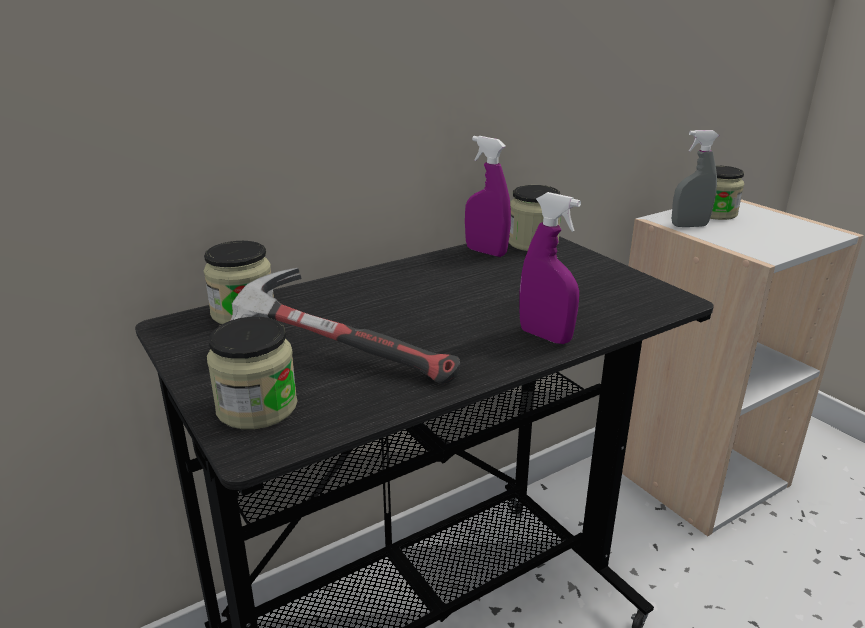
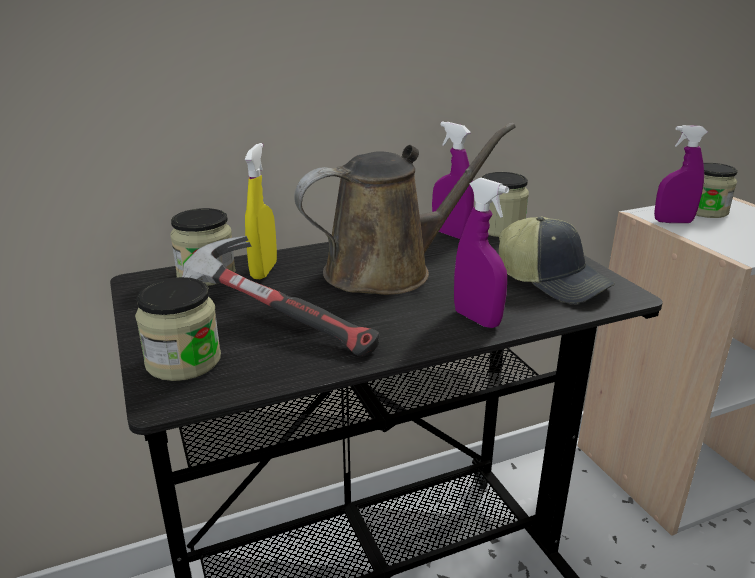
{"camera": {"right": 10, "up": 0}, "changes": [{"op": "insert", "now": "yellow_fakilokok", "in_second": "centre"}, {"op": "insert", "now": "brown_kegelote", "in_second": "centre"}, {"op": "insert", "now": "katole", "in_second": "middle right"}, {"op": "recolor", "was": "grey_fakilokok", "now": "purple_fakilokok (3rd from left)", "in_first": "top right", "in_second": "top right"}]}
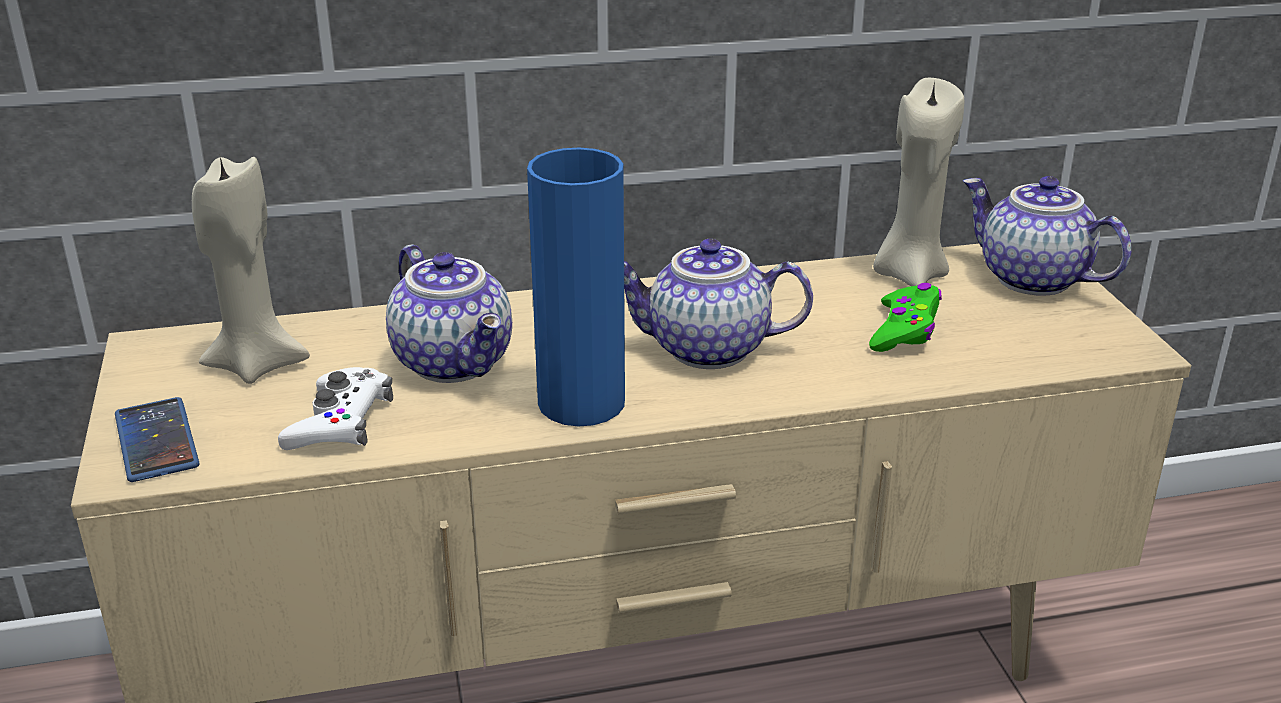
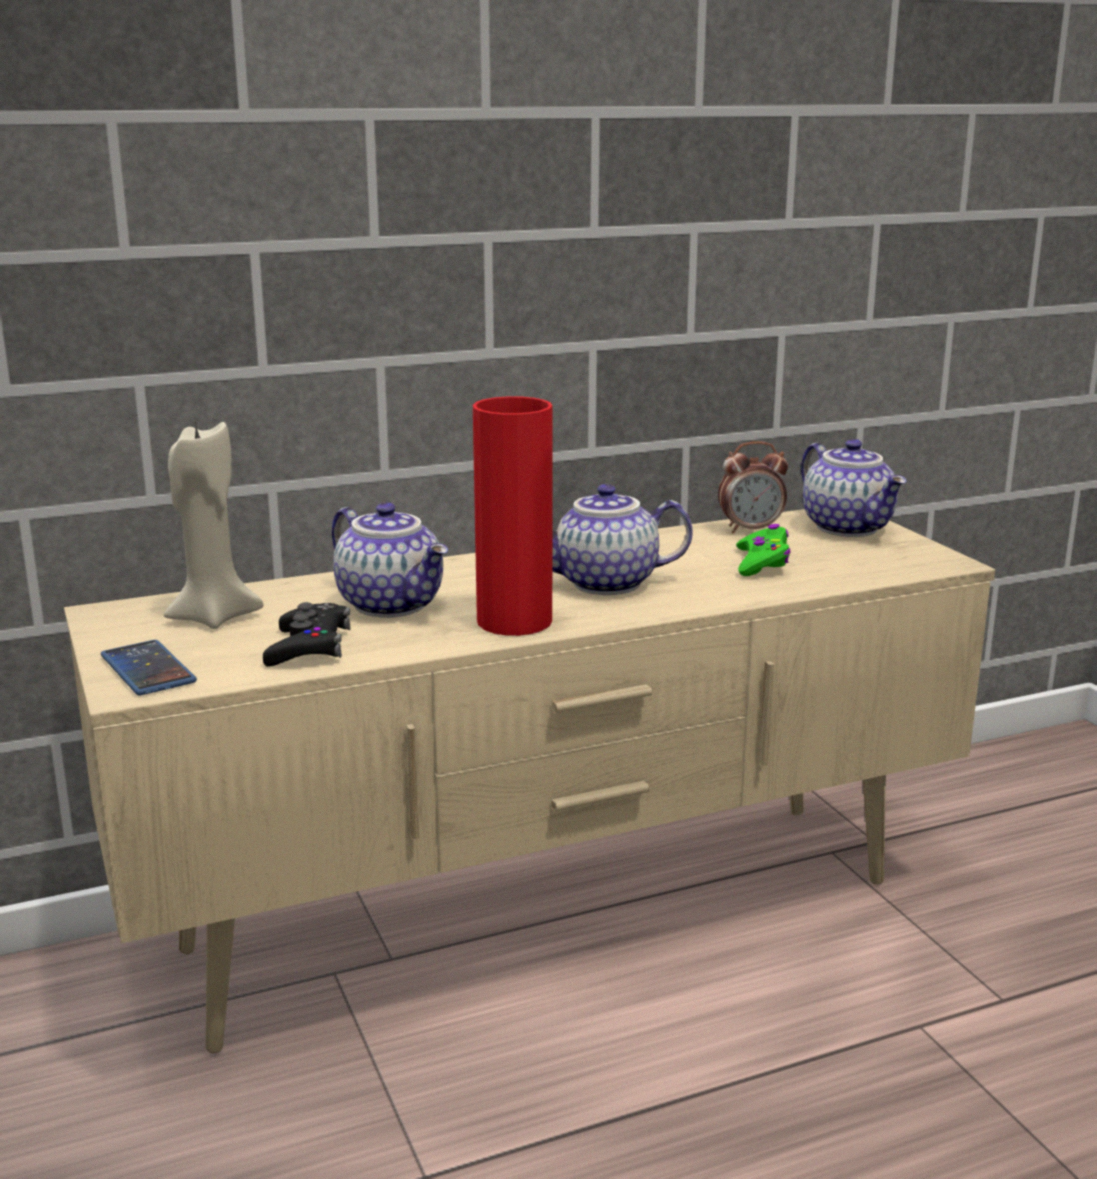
{"camera": {"right": -10, "up": -10}, "changes": [{"op": "replace", "was": "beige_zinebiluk (2nd from left)", "now": "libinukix", "in_first": "top right", "in_second": "middle right"}, {"op": "recolor", "was": "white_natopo", "now": "black_natopo", "in_first": "middle left", "in_second": "middle left"}, {"op": "recolor", "was": "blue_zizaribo", "now": "red_zizaribo", "in_first": "centre", "in_second": "centre"}, {"op": "rotate", "was": "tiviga (3rd from left)", "in_first": "middle right", "in_second": "middle right", "clockwise": -150}]}
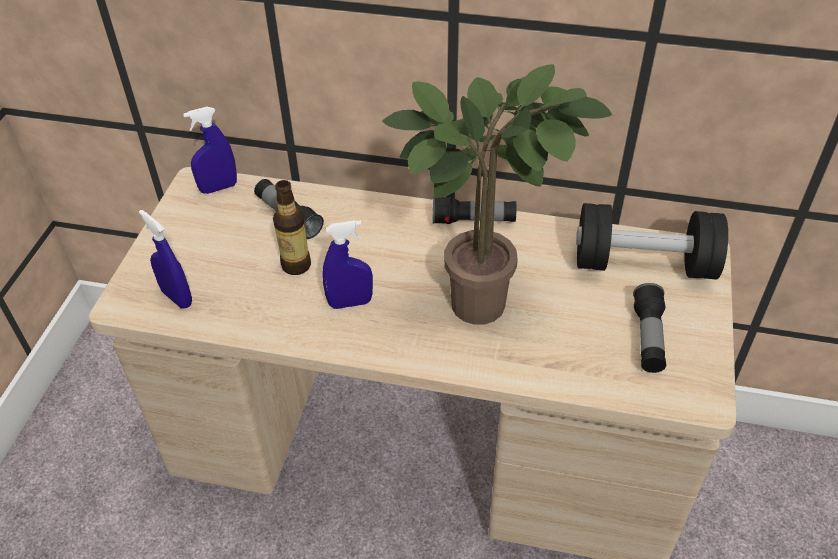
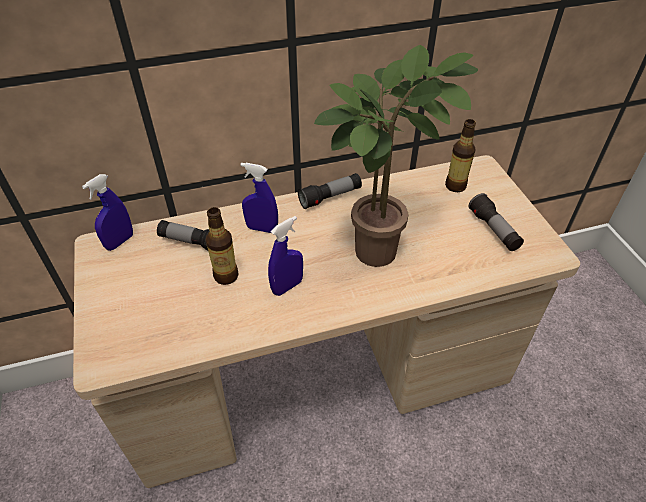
{"camera": {"right": -30, "up": 0}, "changes": [{"op": "move", "was": "blue_fakilokok (1st from left in the first image)", "now": "blue_fakilokok (2nd from left)", "in_first": "middle left", "in_second": "centre"}, {"op": "replace", "was": "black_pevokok", "now": "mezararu (2nd from left)", "in_first": "middle right", "in_second": "top right"}]}
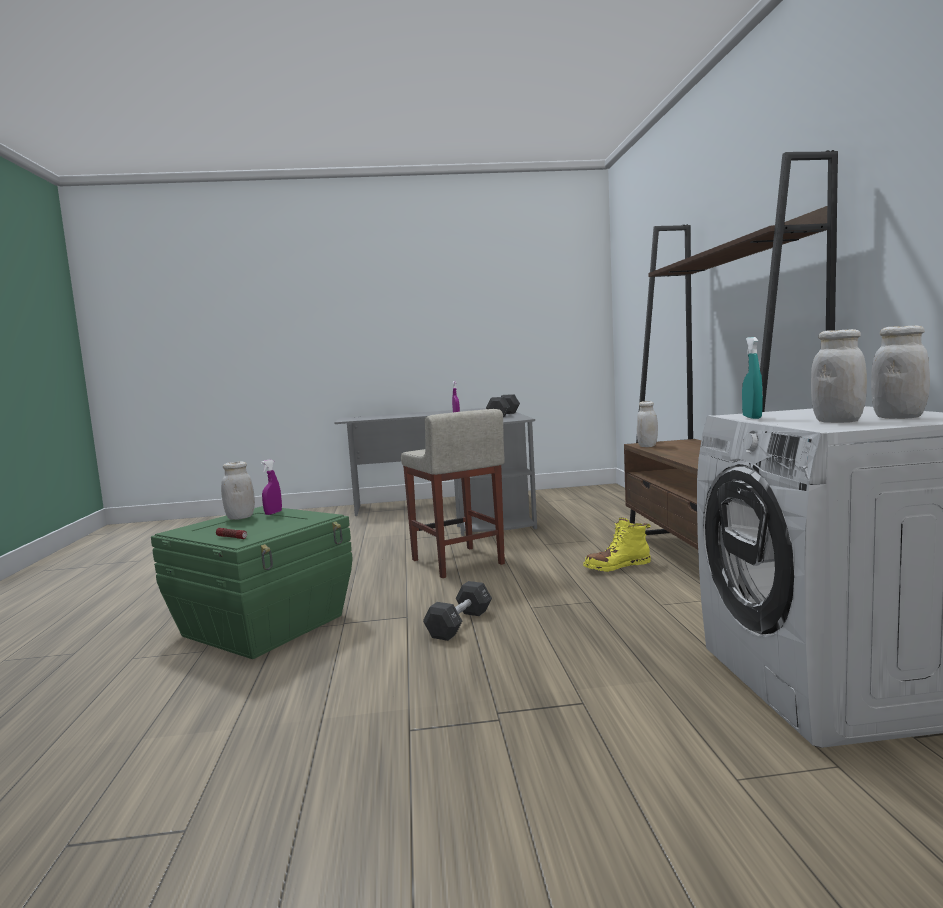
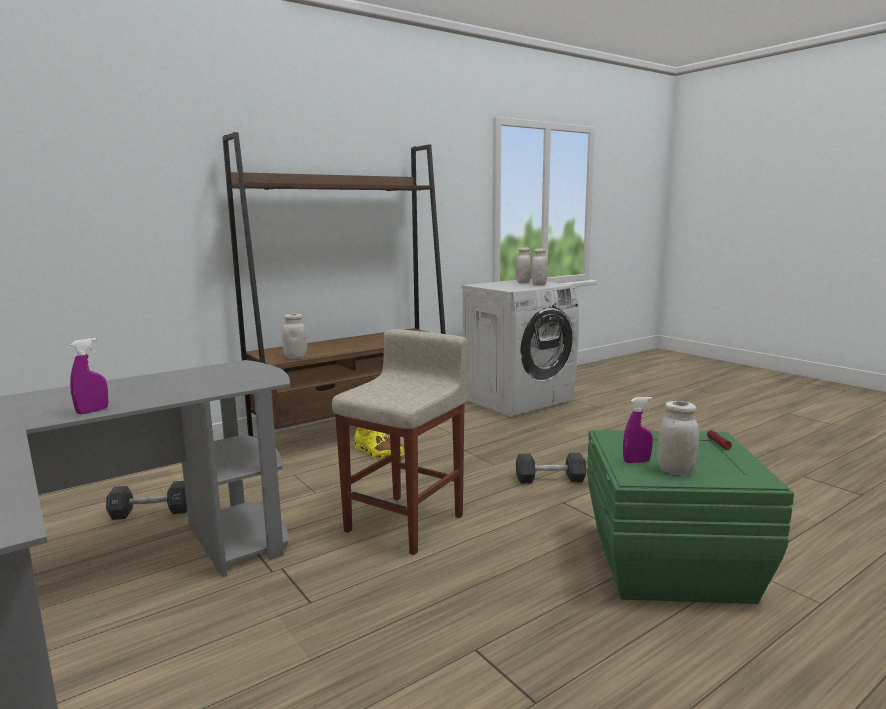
{"camera": {"right": -120, "up": 5}, "changes": [{"op": "delete", "was": "turquoise_fakilokok", "in_first": "middle right"}, {"op": "move", "was": "black_pevokok (2nd from left in the first image)", "now": "black_pevokok (1st from left)", "in_first": "centre", "in_second": "bottom left"}]}
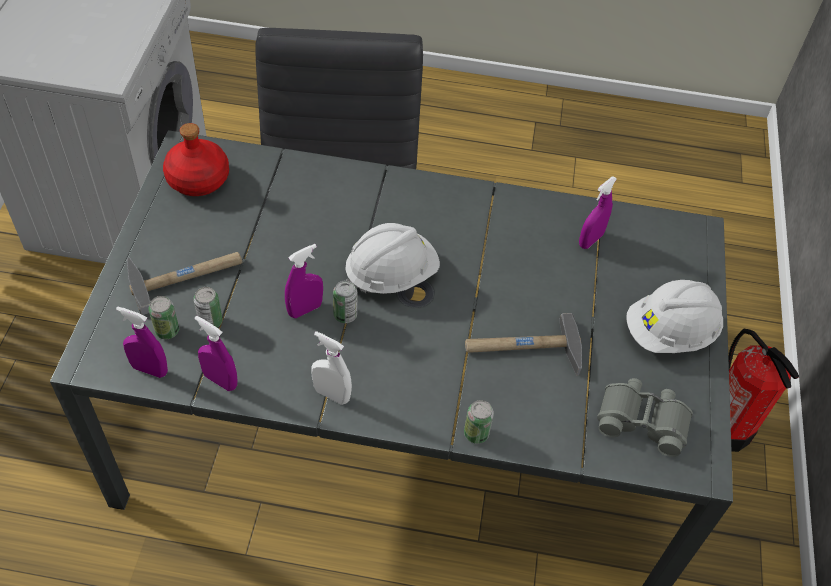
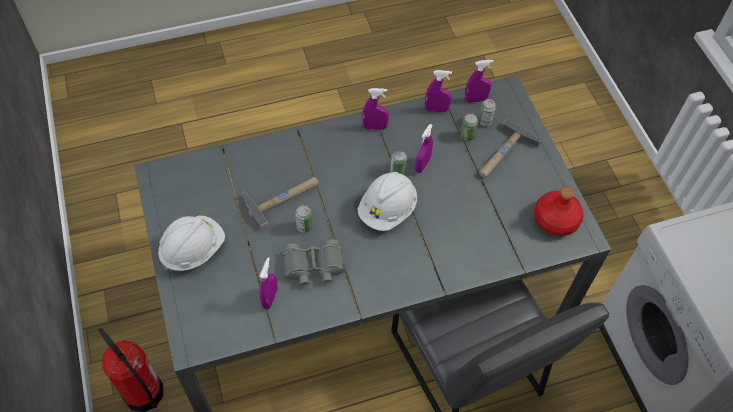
{"camera": {"right": 155, "up": 5}, "changes": [{"op": "move", "was": "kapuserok (4th from left in the first image)", "now": "kapuserok (1st from left)", "in_first": "bottom centre", "in_second": "centre"}, {"op": "move", "was": "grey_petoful", "in_first": "bottom right", "in_second": "centre"}, {"op": "recolor", "was": "white_fakilokok", "now": "purple_fakilokok (2nd from left)", "in_first": "centre", "in_second": "top centre"}]}
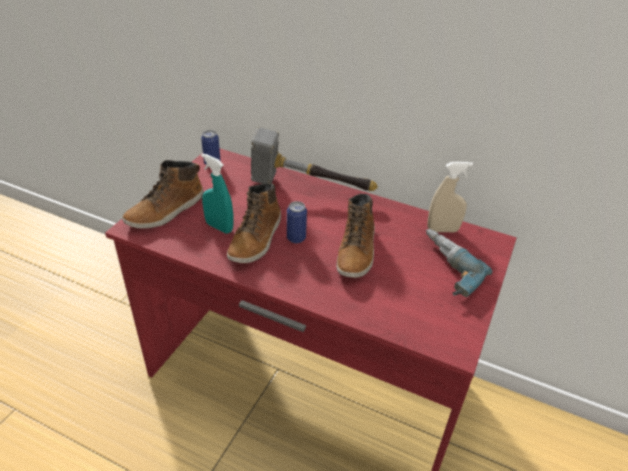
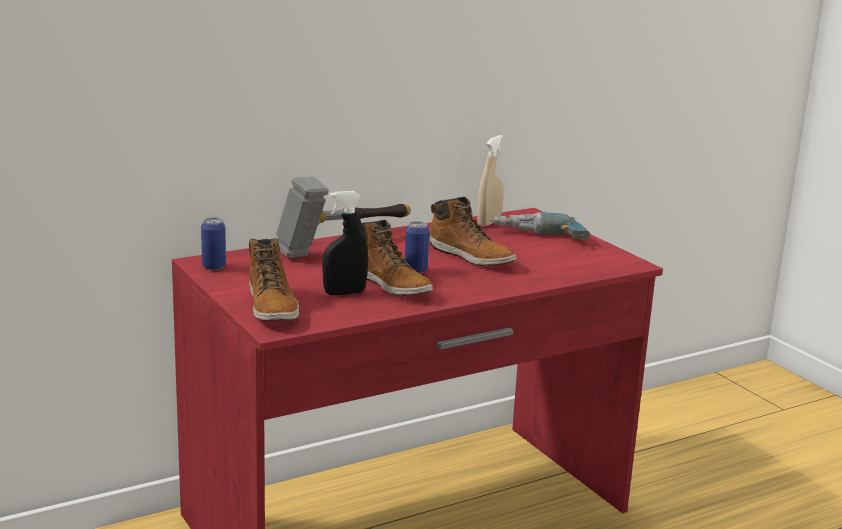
{"camera": {"right": -55, "up": -20}, "changes": [{"op": "recolor", "was": "turquoise_fakilokok", "now": "black_fakilokok", "in_first": "centre", "in_second": "centre"}]}
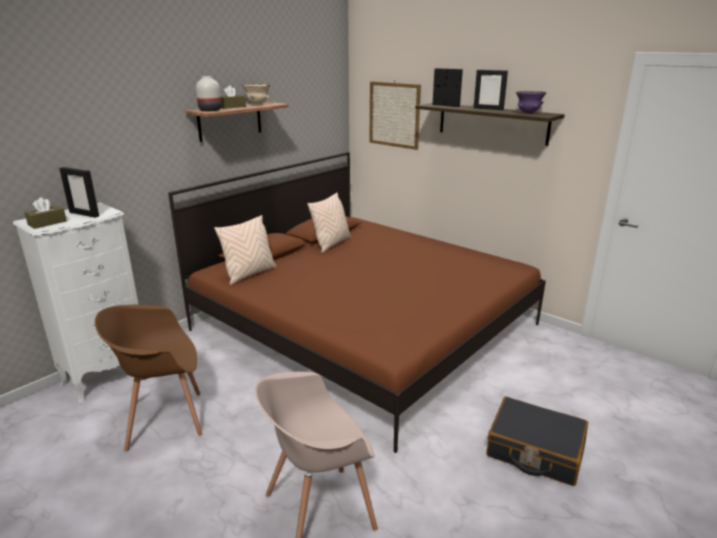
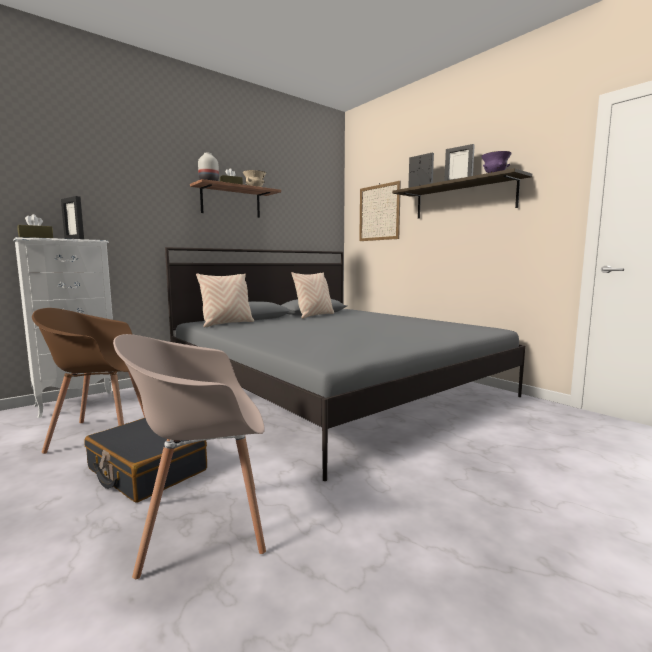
{"camera": {"right": 10, "up": -15}, "changes": [{"op": "move", "was": "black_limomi", "in_first": "bottom right", "in_second": "bottom left"}, {"op": "recolor", "was": "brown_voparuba", "now": "grey_voparuba", "in_first": "centre", "in_second": "centre"}]}
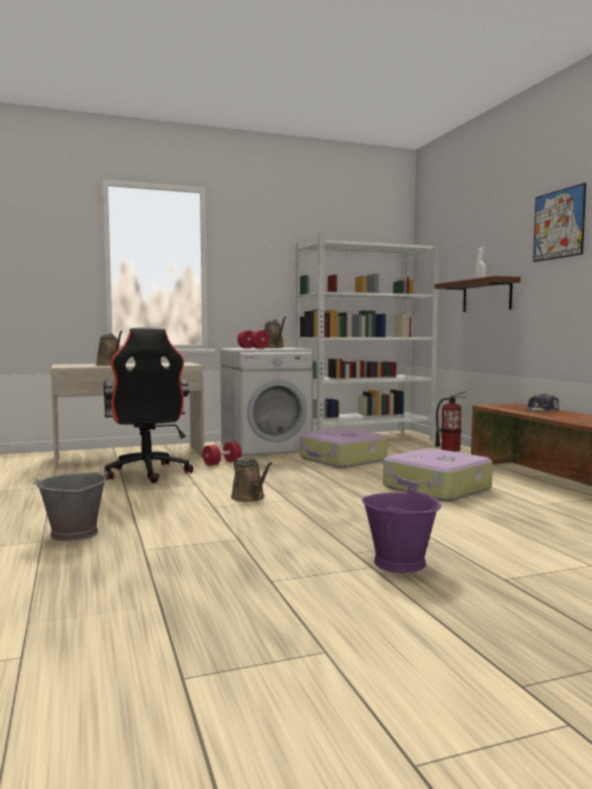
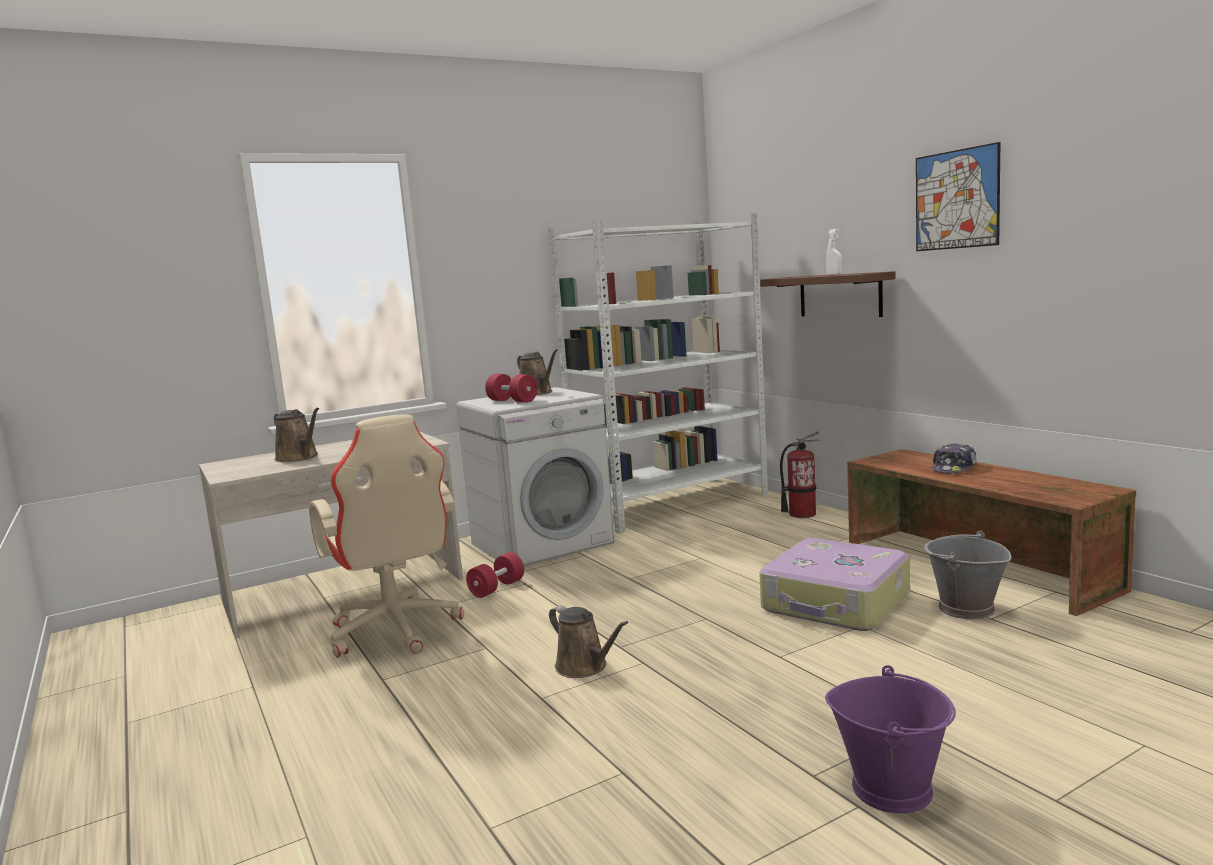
{"camera": {"right": -10, "up": 5}, "changes": [{"op": "delete", "was": "limomi (1st from left)", "in_first": "centre"}, {"op": "move", "was": "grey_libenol", "in_first": "middle left", "in_second": "middle right"}, {"op": "recolor", "was": "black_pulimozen", "now": "beige_pulimozen", "in_first": "middle left", "in_second": "middle left"}]}
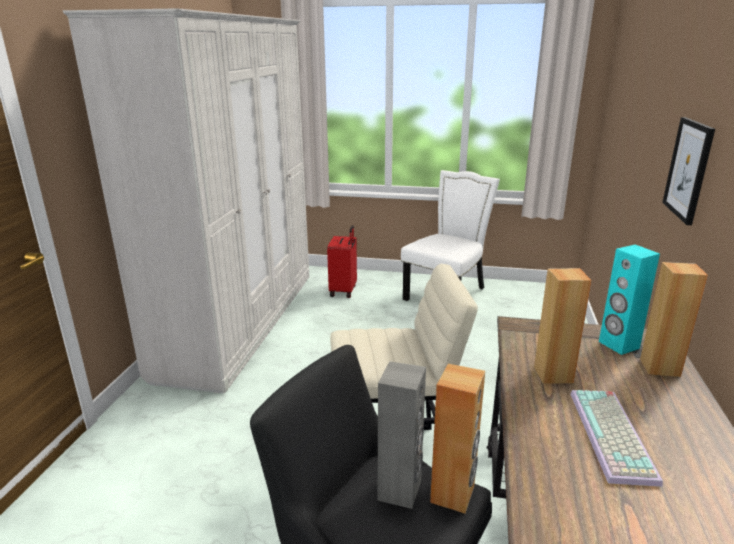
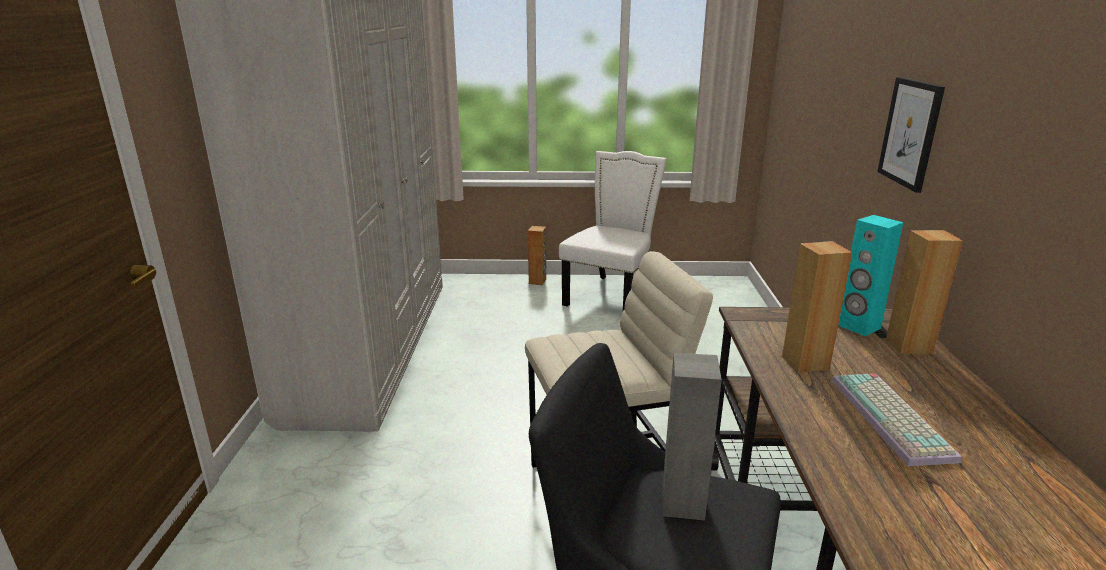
{"camera": {"right": -10, "up": 0}, "changes": [{"op": "delete", "was": "red_limomi", "in_first": "centre"}, {"op": "move", "was": "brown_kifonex (1st from left)", "in_first": "bottom centre", "in_second": "centre"}]}
